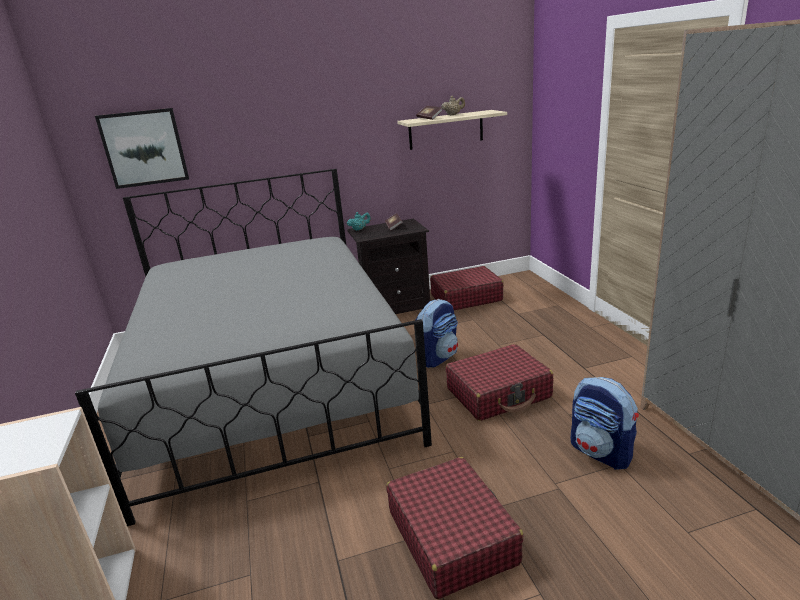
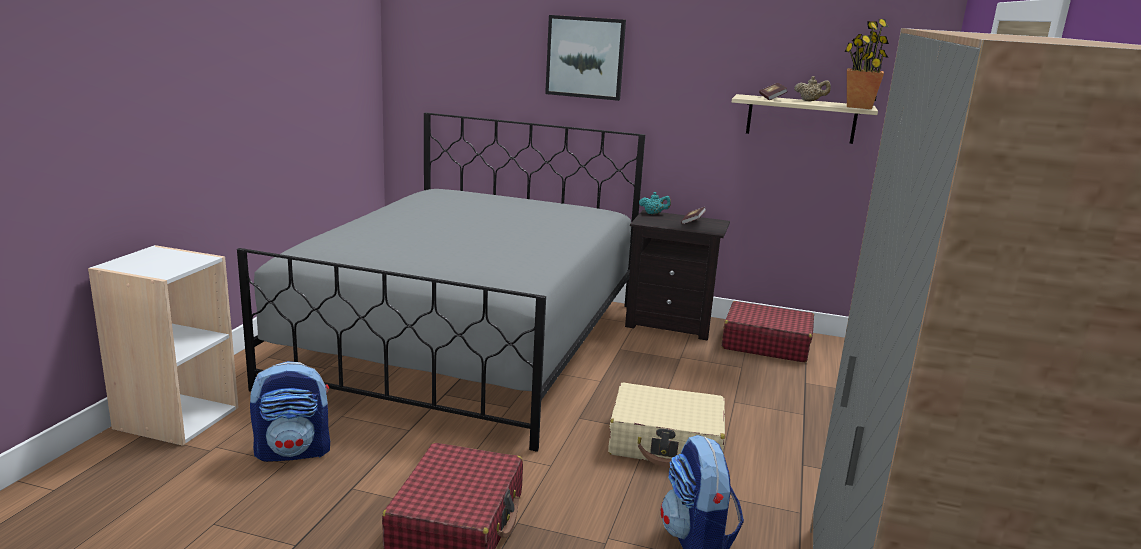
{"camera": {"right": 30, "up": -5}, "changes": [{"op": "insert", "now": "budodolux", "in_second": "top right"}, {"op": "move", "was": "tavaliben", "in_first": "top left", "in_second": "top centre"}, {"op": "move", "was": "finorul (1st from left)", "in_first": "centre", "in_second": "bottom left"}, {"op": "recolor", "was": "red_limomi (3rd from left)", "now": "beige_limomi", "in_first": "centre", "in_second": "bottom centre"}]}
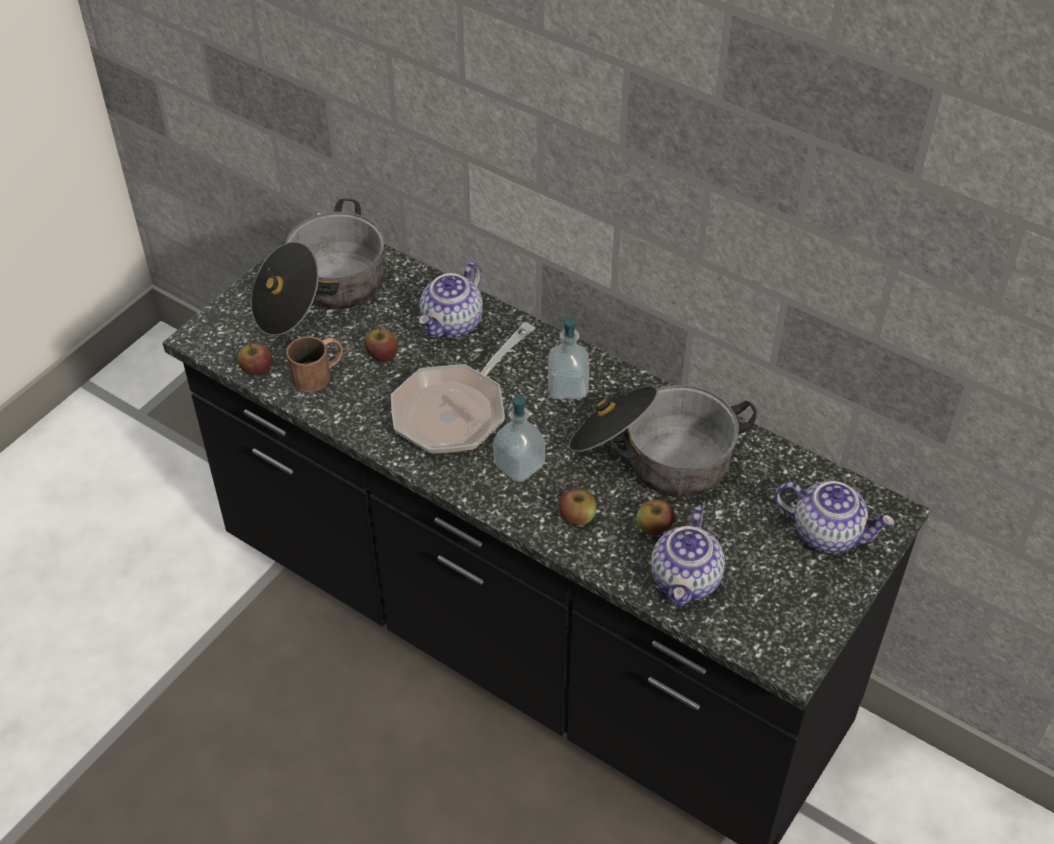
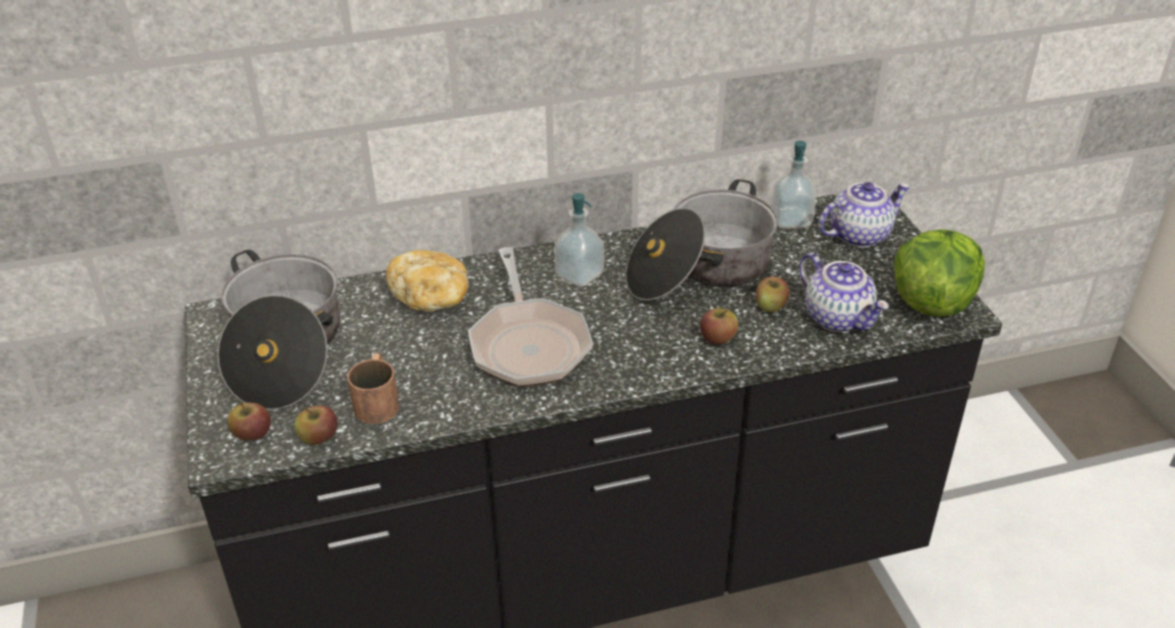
{"camera": {"right": -50, "up": -10}, "changes": [{"op": "insert", "now": "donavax", "in_second": "middle right"}, {"op": "move", "was": "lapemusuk (2nd from left in the first image)", "now": "lapemusuk (1st from left)", "in_first": "centre", "in_second": "bottom left"}, {"op": "move", "was": "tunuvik (1st from left in the first image)", "now": "tunuvik (2nd from left)", "in_first": "centre", "in_second": "top right"}, {"op": "replace", "was": "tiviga (1st from left)", "now": "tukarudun", "in_first": "centre", "in_second": "centre"}]}
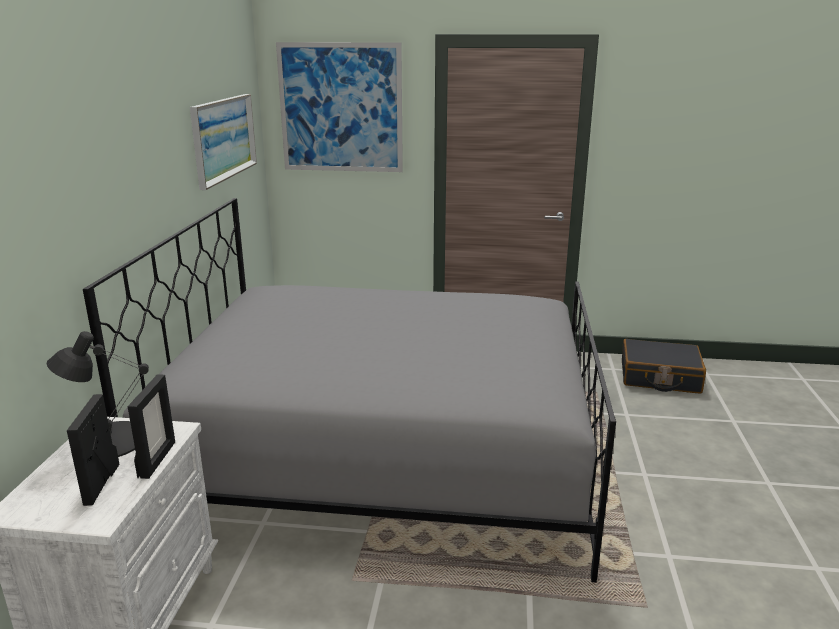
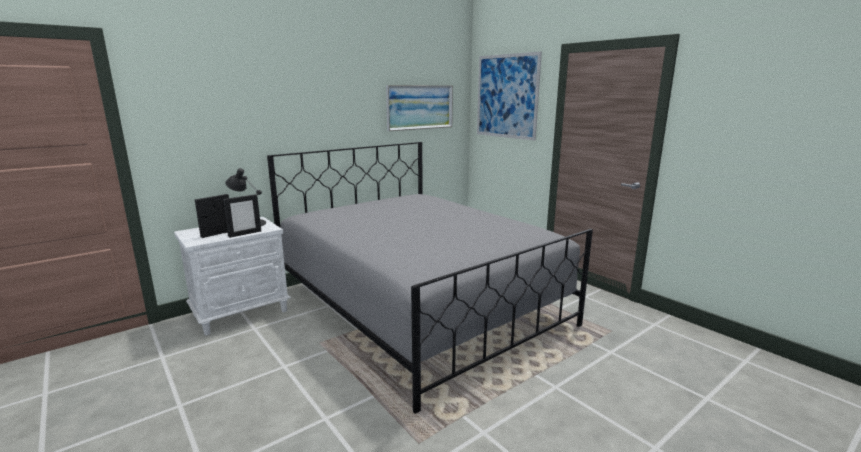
{"camera": {"right": 45, "up": -5}, "changes": [{"op": "delete", "was": "black_limomi", "in_first": "middle right"}]}
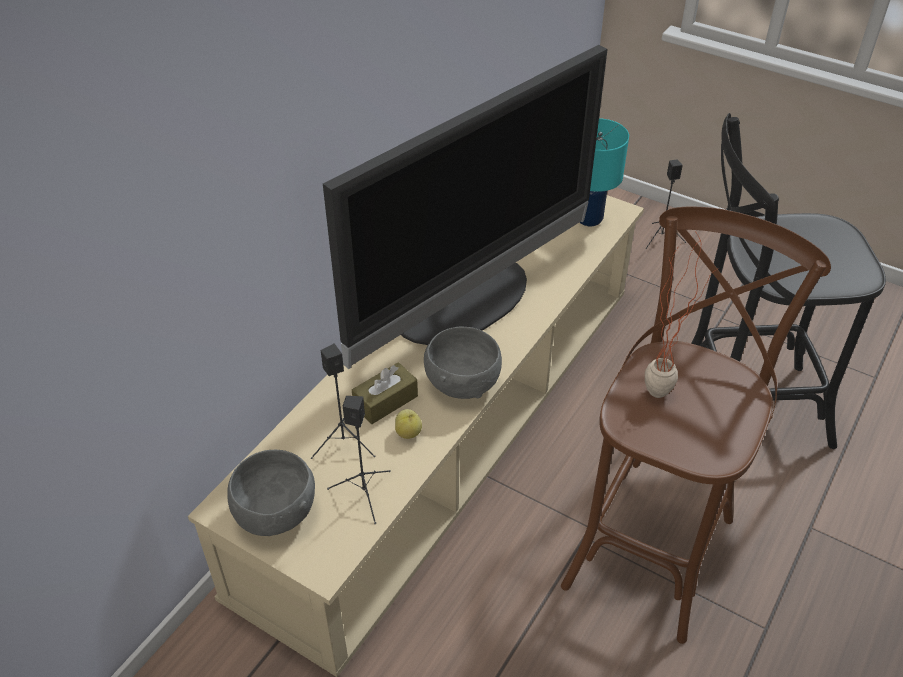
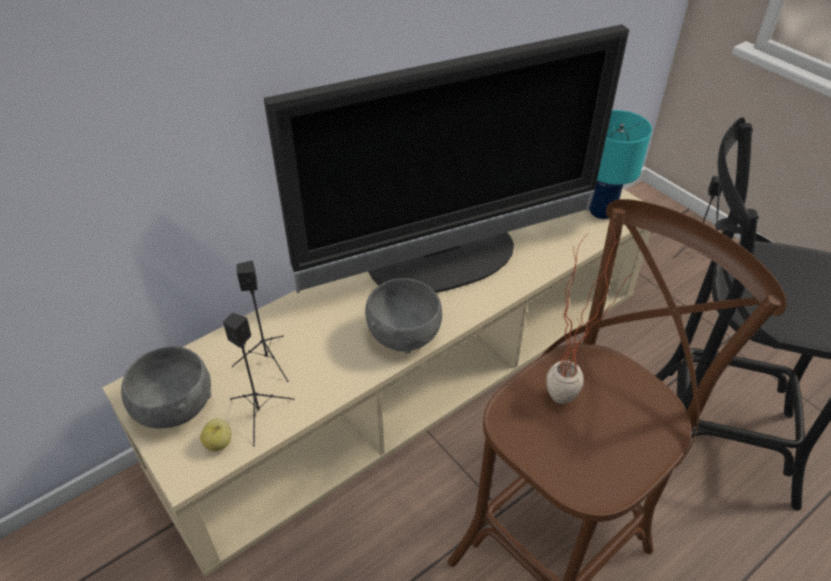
{"camera": {"right": 20, "up": 0}, "changes": [{"op": "delete", "was": "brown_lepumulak", "in_first": "centre"}, {"op": "move", "was": "lapemusuk", "in_first": "centre", "in_second": "bottom left"}]}
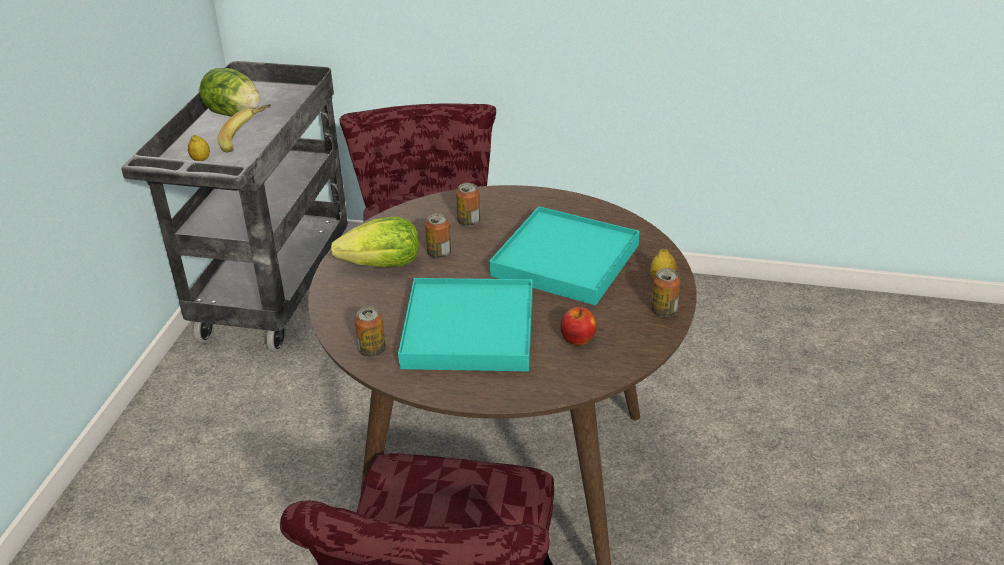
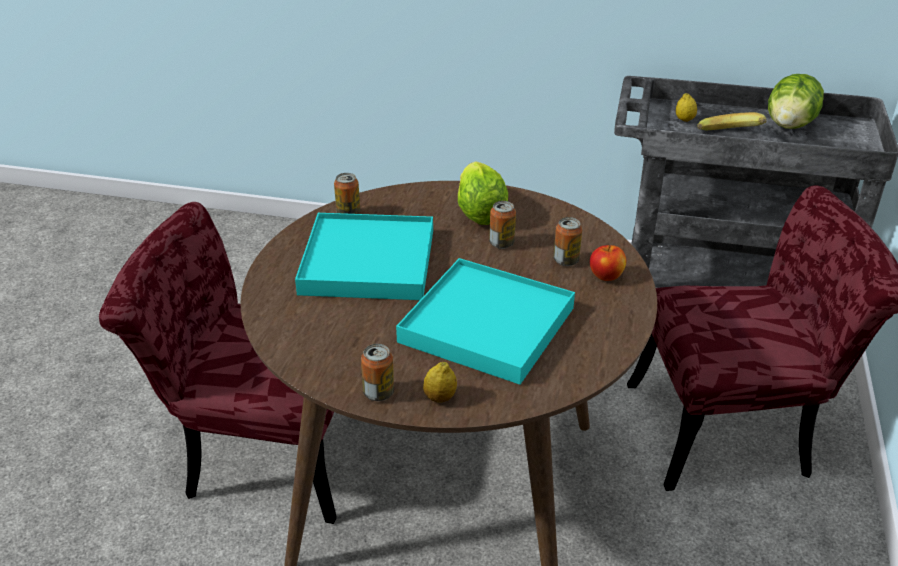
{"camera": {"right": 90, "up": 0}, "changes": [{"op": "move", "was": "lapemusuk", "in_first": "centre", "in_second": "middle right"}]}
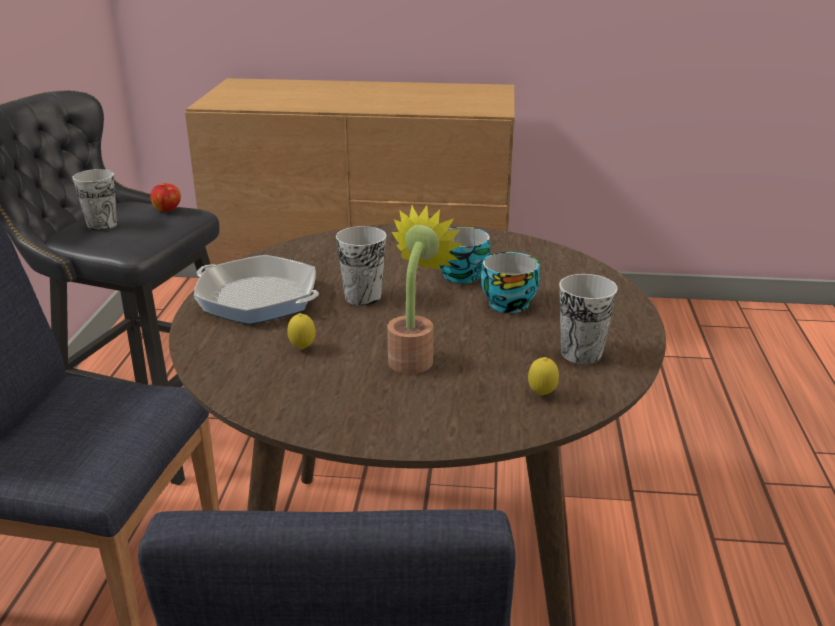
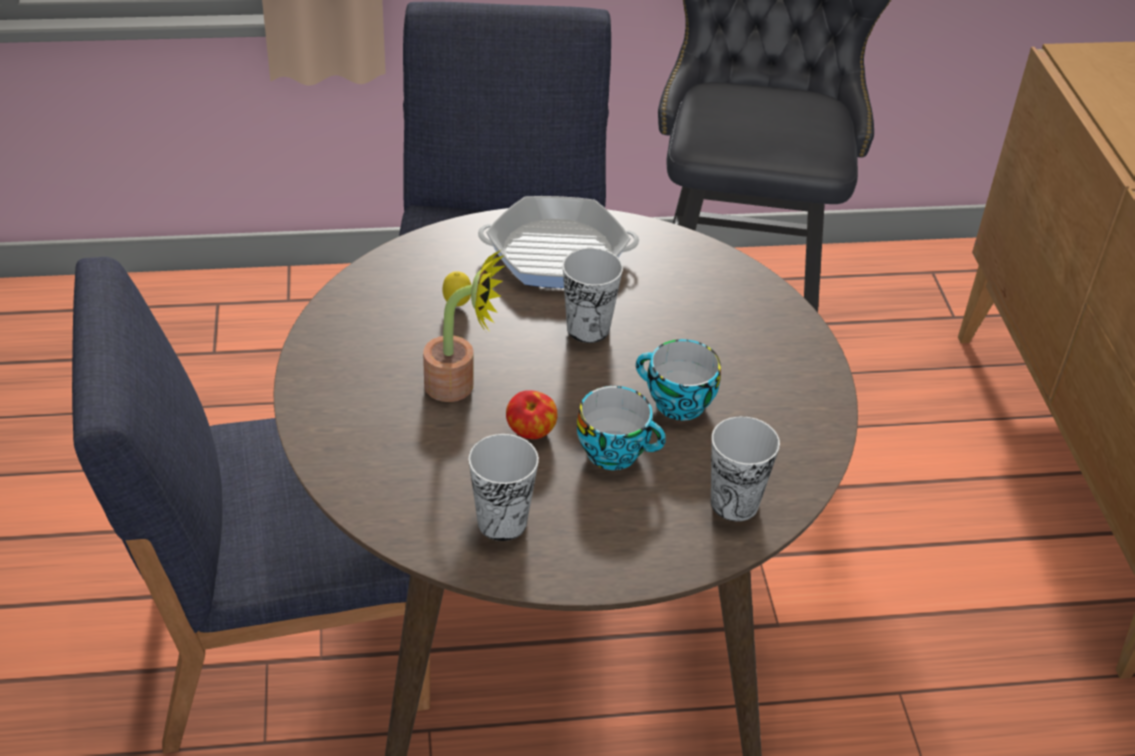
{"camera": {"right": 75, "up": 15}, "changes": [{"op": "delete", "was": "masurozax (2nd from left)", "in_first": "centre"}, {"op": "move", "was": "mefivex (1st from left in the first image)", "now": "mefivex (5th from left)", "in_first": "top left", "in_second": "centre"}, {"op": "move", "was": "lapemusuk", "in_first": "top left", "in_second": "centre"}, {"op": "rotate", "was": "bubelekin", "in_first": "middle left", "in_second": "top centre", "clockwise": 75}]}
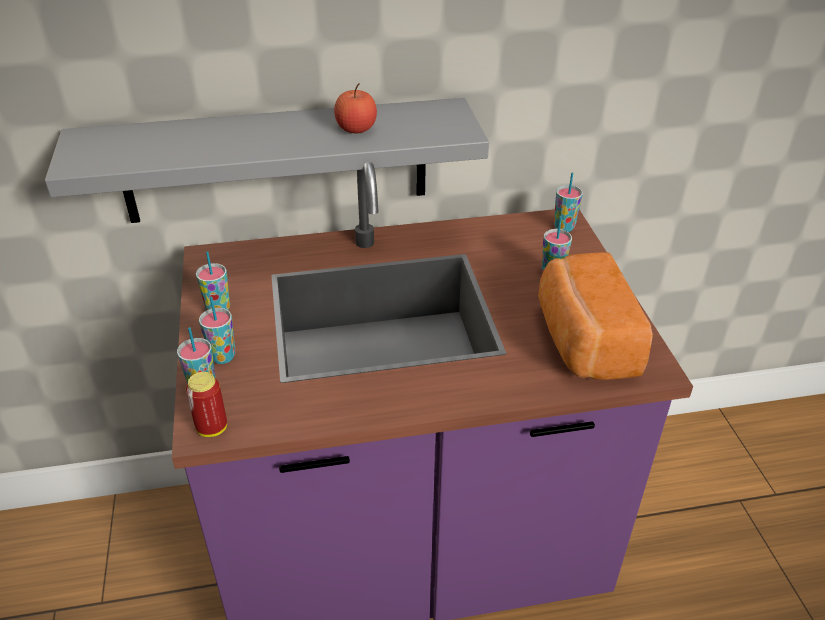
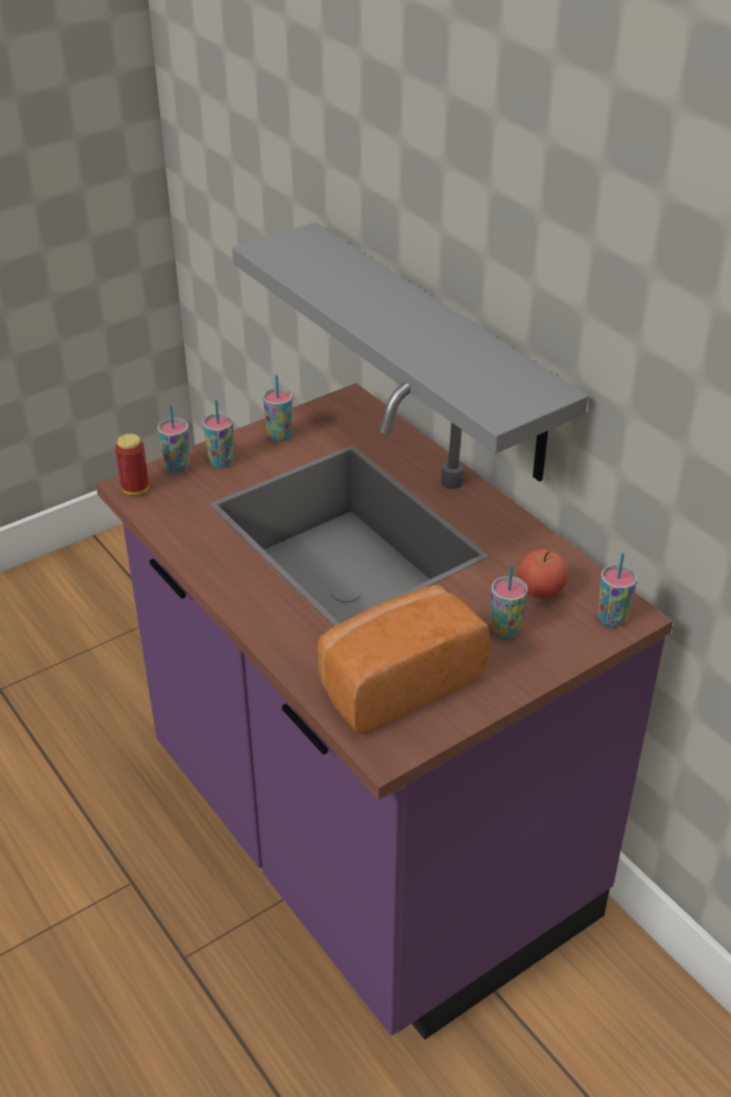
{"camera": {"right": 65, "up": 0}, "changes": [{"op": "move", "was": "lapemusuk", "in_first": "top centre", "in_second": "middle right"}]}
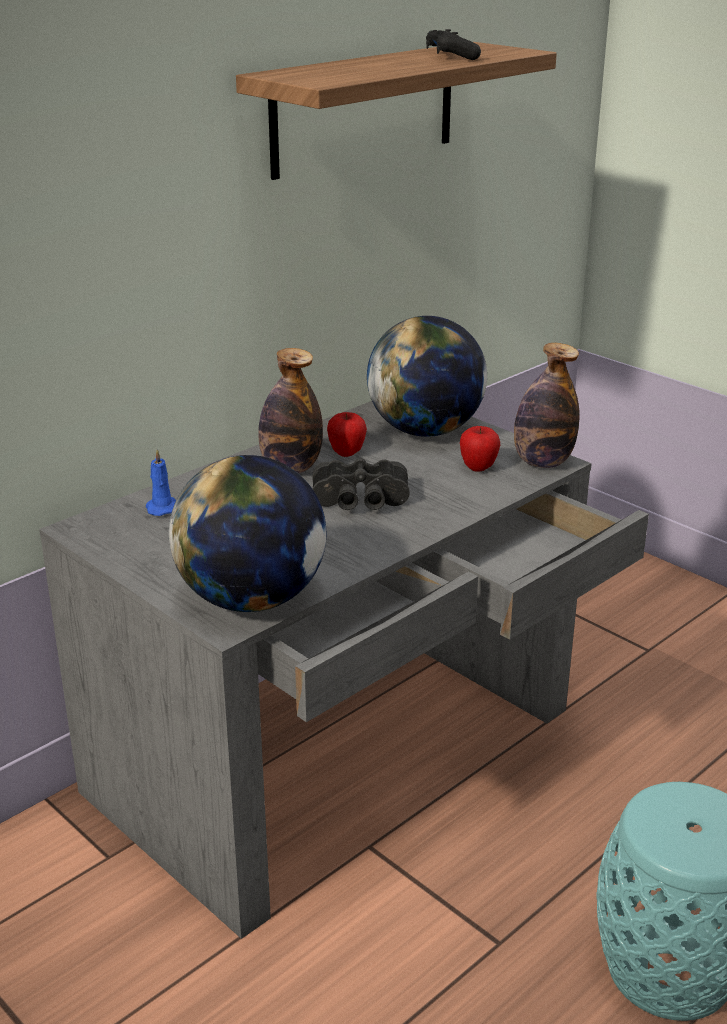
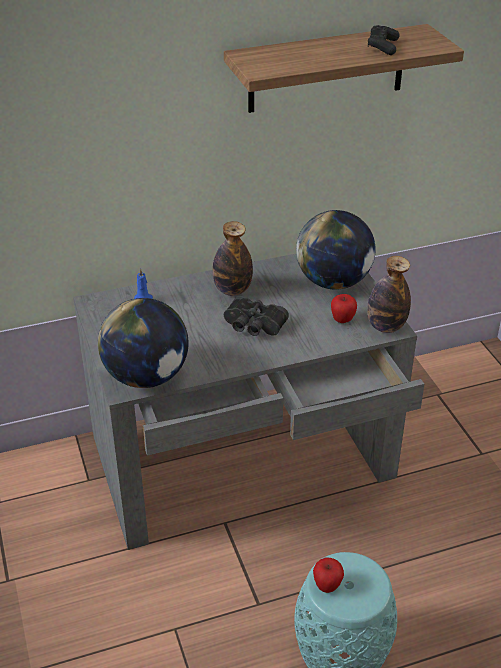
{"camera": {"right": 25, "up": 10}, "changes": [{"op": "move", "was": "lapemusuk (1st from left)", "in_first": "centre", "in_second": "bottom centre"}]}
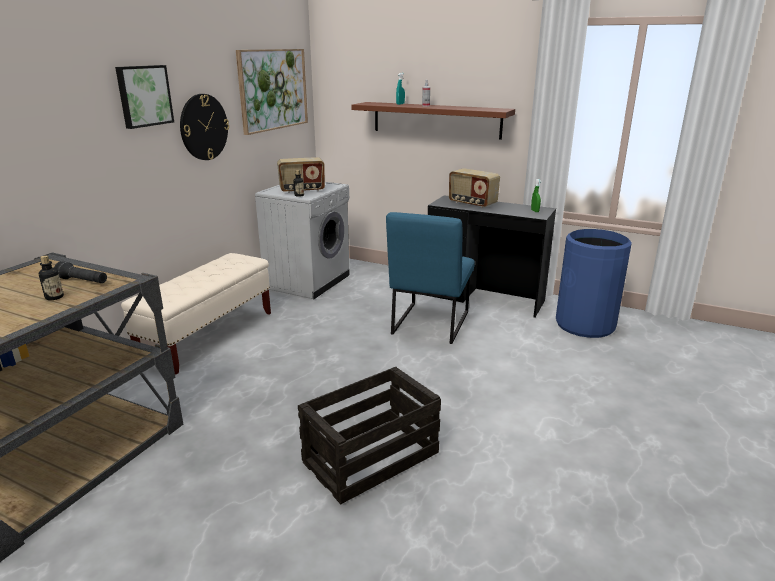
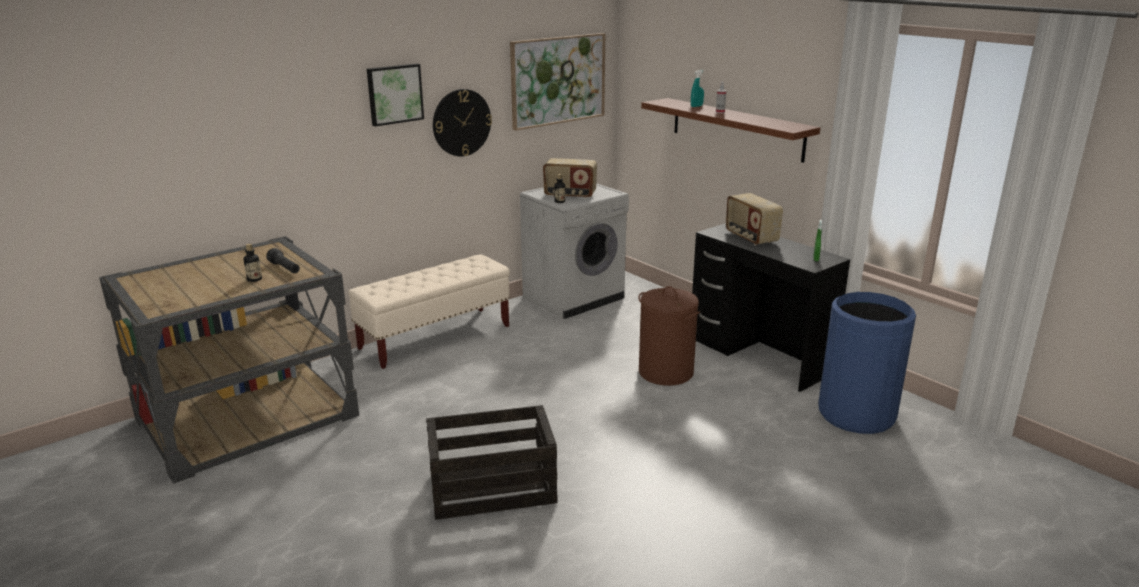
{"camera": {"right": 25, "up": 0}, "changes": [{"op": "replace", "was": "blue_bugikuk", "now": "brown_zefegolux", "in_first": "centre", "in_second": "centre"}]}
